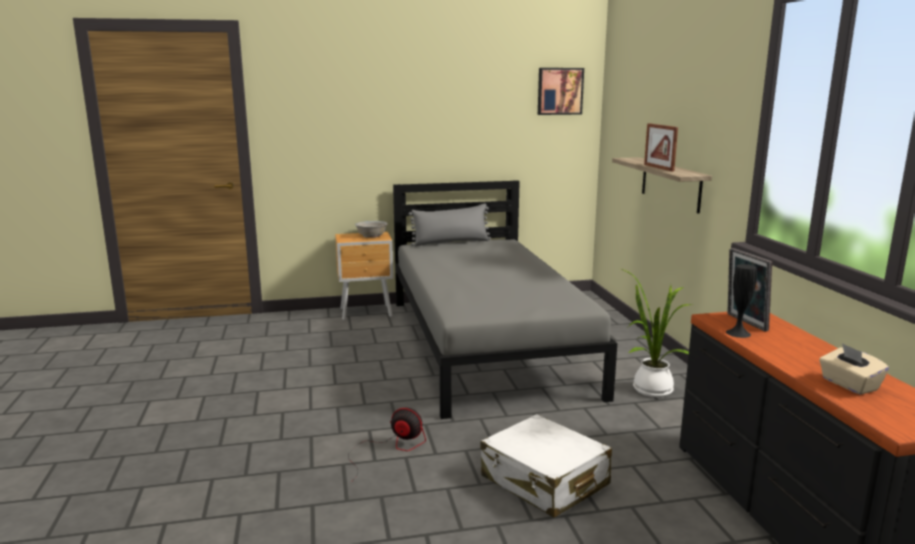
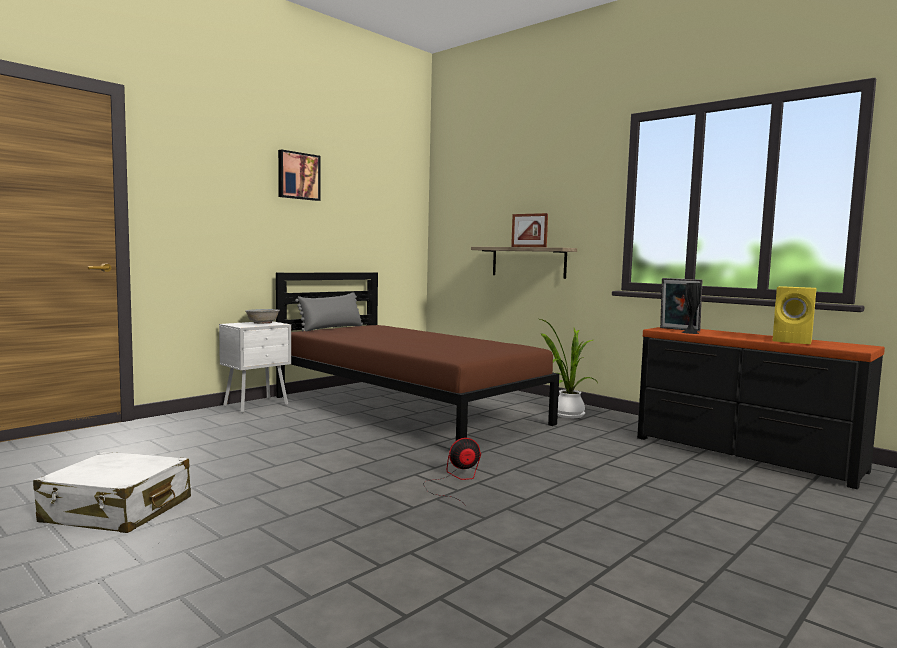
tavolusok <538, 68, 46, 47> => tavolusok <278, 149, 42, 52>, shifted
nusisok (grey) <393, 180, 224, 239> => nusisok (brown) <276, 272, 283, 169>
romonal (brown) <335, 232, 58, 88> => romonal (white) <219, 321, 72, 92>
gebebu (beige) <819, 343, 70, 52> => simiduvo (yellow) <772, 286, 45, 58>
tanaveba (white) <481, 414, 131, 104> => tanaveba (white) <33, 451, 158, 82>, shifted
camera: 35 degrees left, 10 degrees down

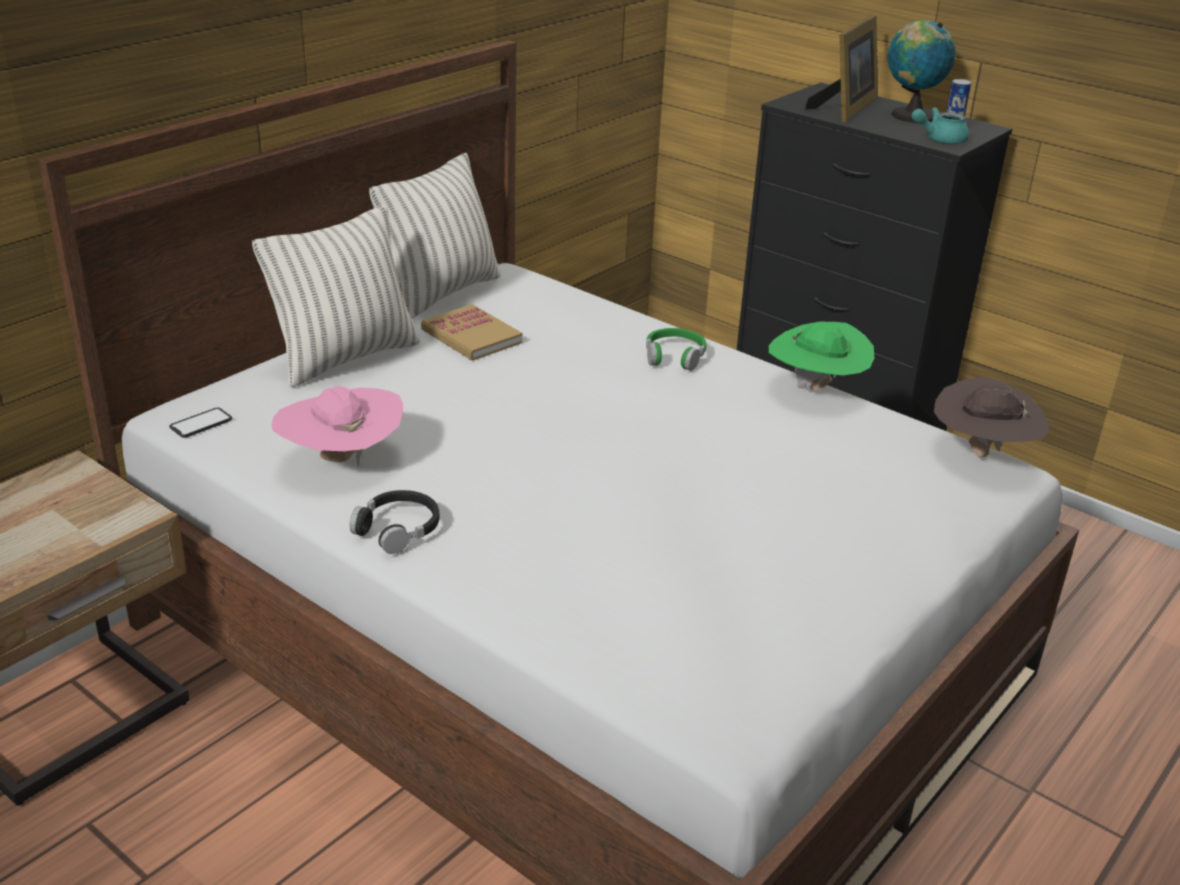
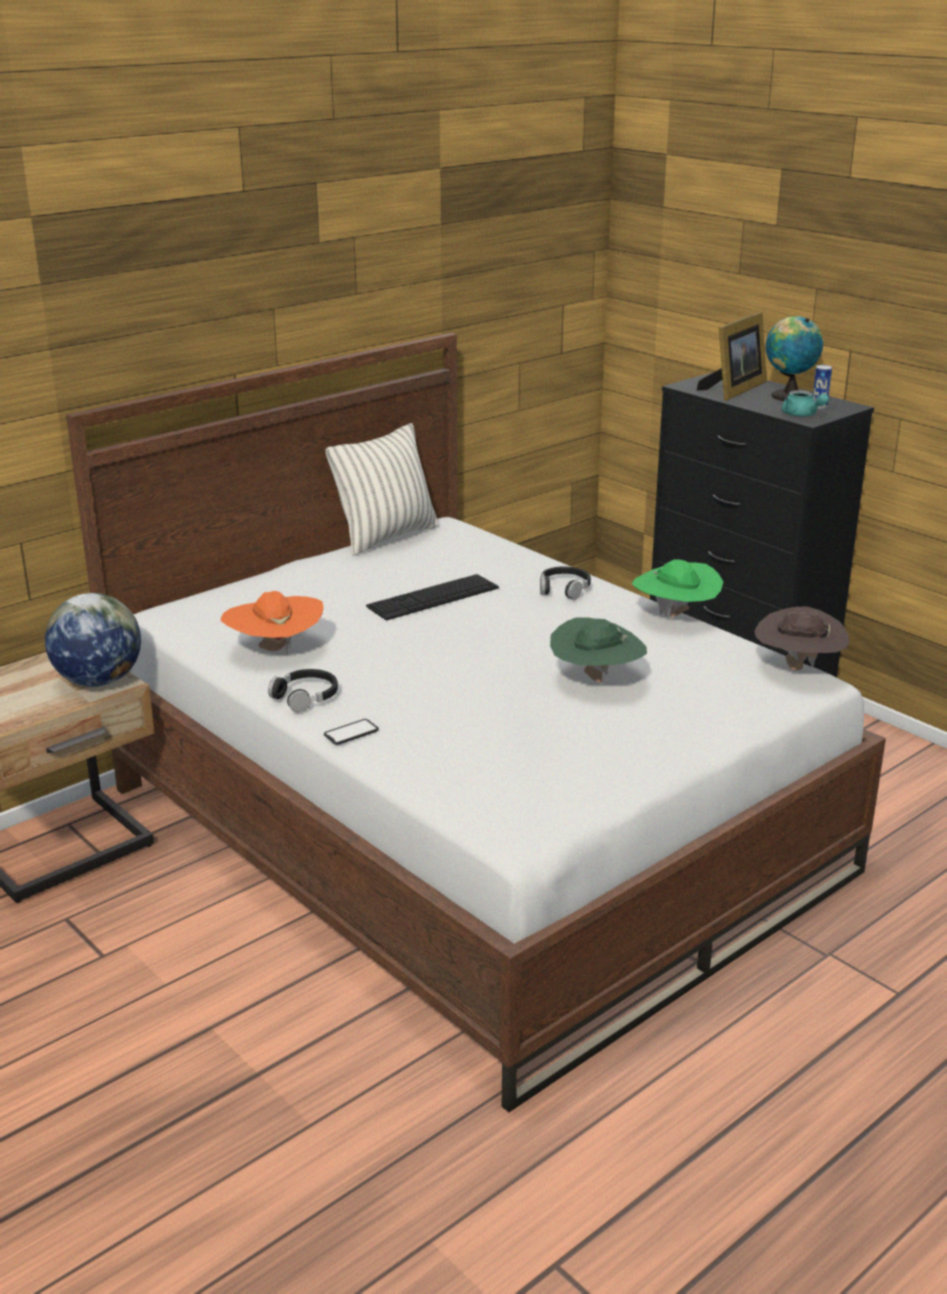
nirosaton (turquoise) <912, 107, 57, 37> => nirosaton (turquoise) <782, 390, 47, 27>, 120 degrees counterclockwise
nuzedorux <252, 205, 168, 182> => nothing
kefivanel <421, 304, 102, 57> => nothing
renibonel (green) <646, 328, 61, 43> => renibonel (black) <540, 566, 51, 34>
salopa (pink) <272, 386, 131, 80> => salopa (orange) <221, 591, 103, 64>
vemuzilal <169, 408, 63, 30> => vemuzilal <324, 719, 55, 26>, shifted
nothing => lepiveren <366, 574, 133, 46>
nothing => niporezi <45, 593, 96, 94>
nothing => salopa (green) <550, 617, 97, 66>
camera: 10 degrees right, 5 degrees down

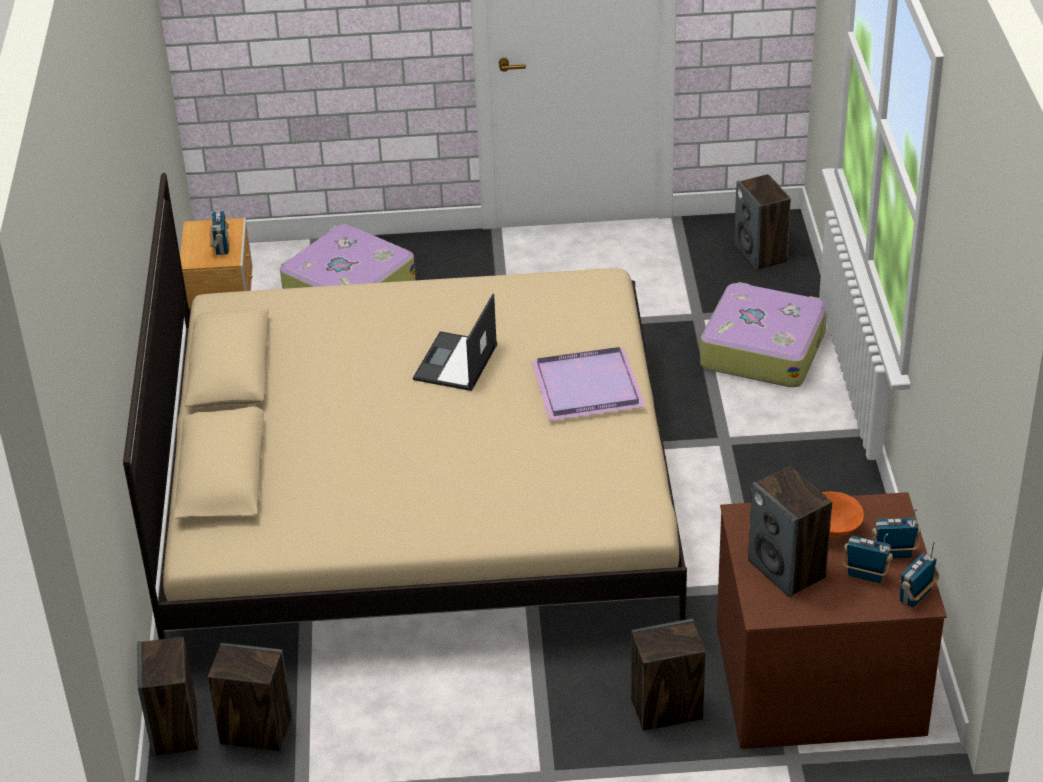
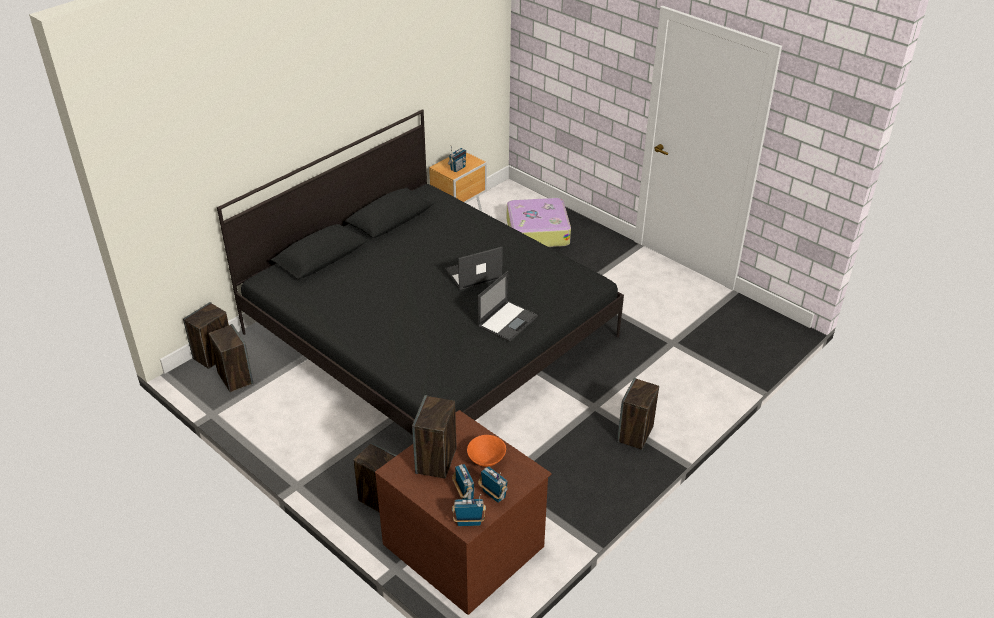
nusisok (beige) <123, 173, 564, 467> => nusisok (black) <217, 109, 407, 326>
simiduvo <734, 174, 57, 97> => simiduvo <617, 378, 42, 72>, shifted
tanaveba <700, 282, 127, 105> => nothing
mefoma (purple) <531, 347, 115, 74> => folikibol <478, 271, 60, 71>
camera: 45 degrees right, 0 degrees up

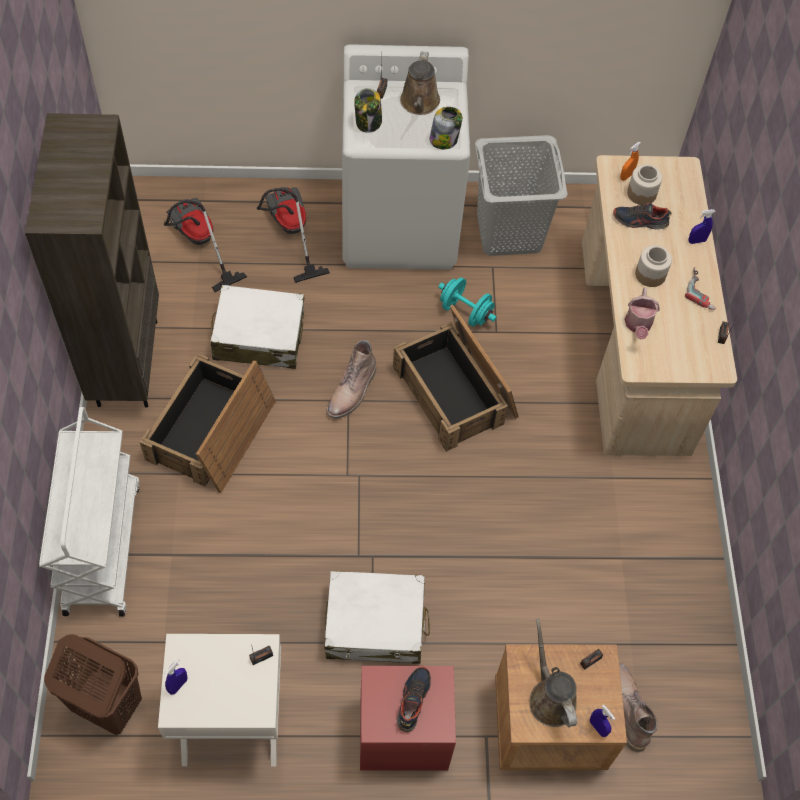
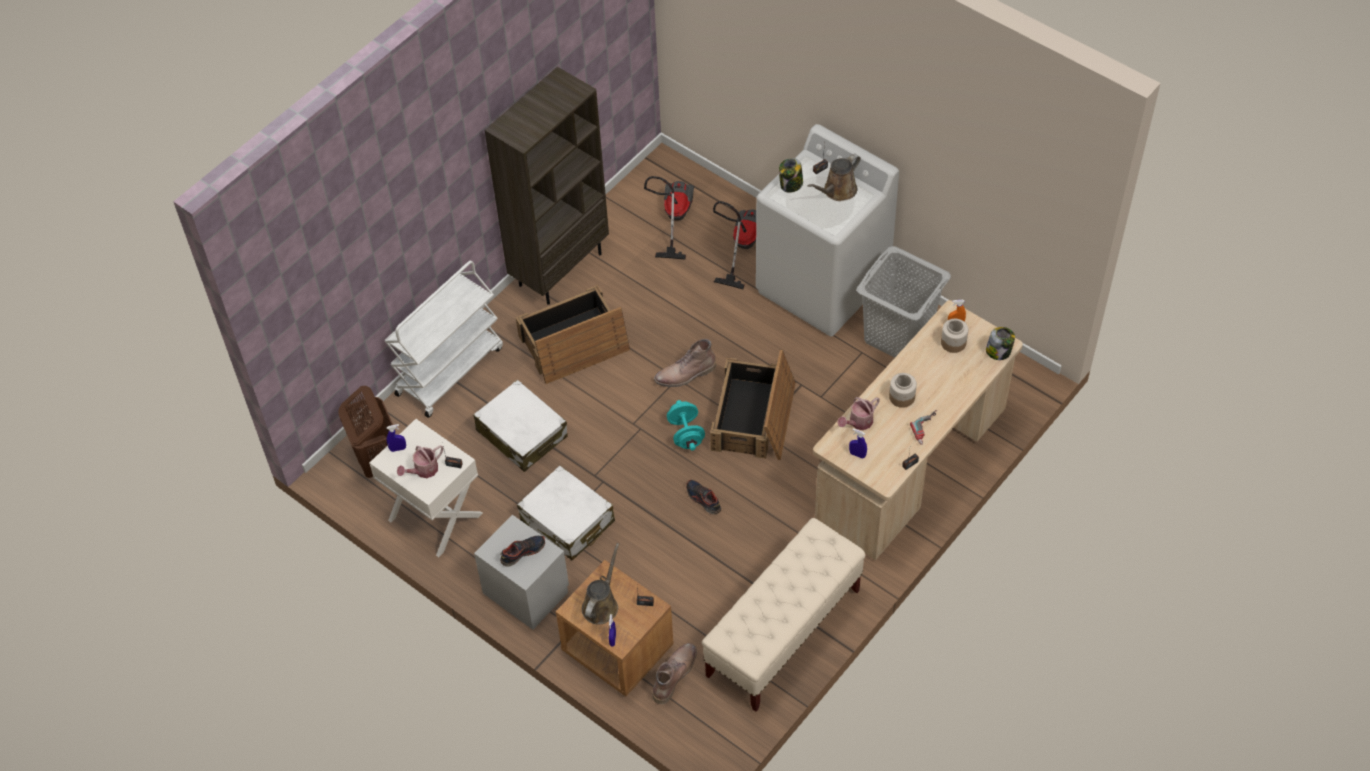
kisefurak <430, 107, 32, 42> => kisefurak <986, 327, 29, 33>, shifted
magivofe <613, 203, 59, 26> => magivofe <686, 480, 35, 34>, shifted
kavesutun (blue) <688, 209, 27, 35> => kavesutun (blue) <849, 428, 18, 31>, shifted
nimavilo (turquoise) <438, 277, 59, 50> => nimavilo (turquoise) <667, 400, 38, 50>, shifted
tanaveba (white) <211, 285, 93, 84> => tanaveba (white) <474, 380, 93, 92>, shifted
romonal (red) <360, 666, 96, 104> => romonal (grey) <474, 515, 95, 115>
nothing => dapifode <397, 445, 47, 33>
nothing => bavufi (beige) <702, 518, 163, 194>
camera: 45 degrees right, 5 degrees down

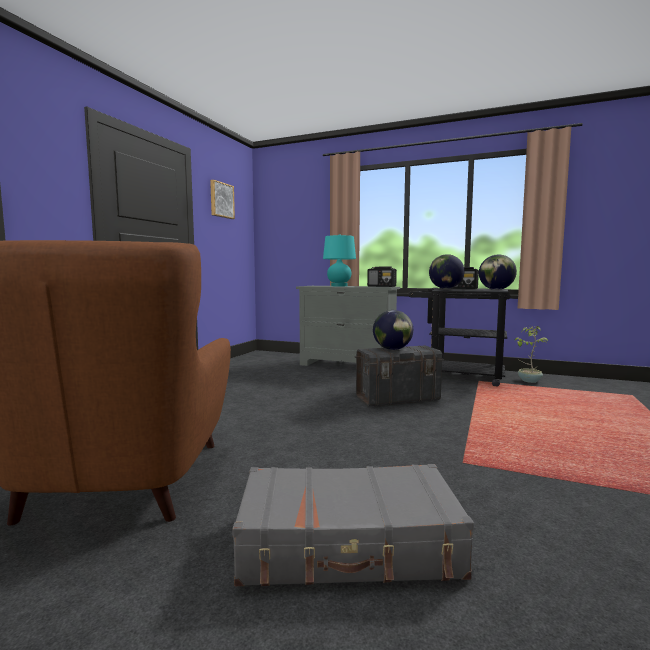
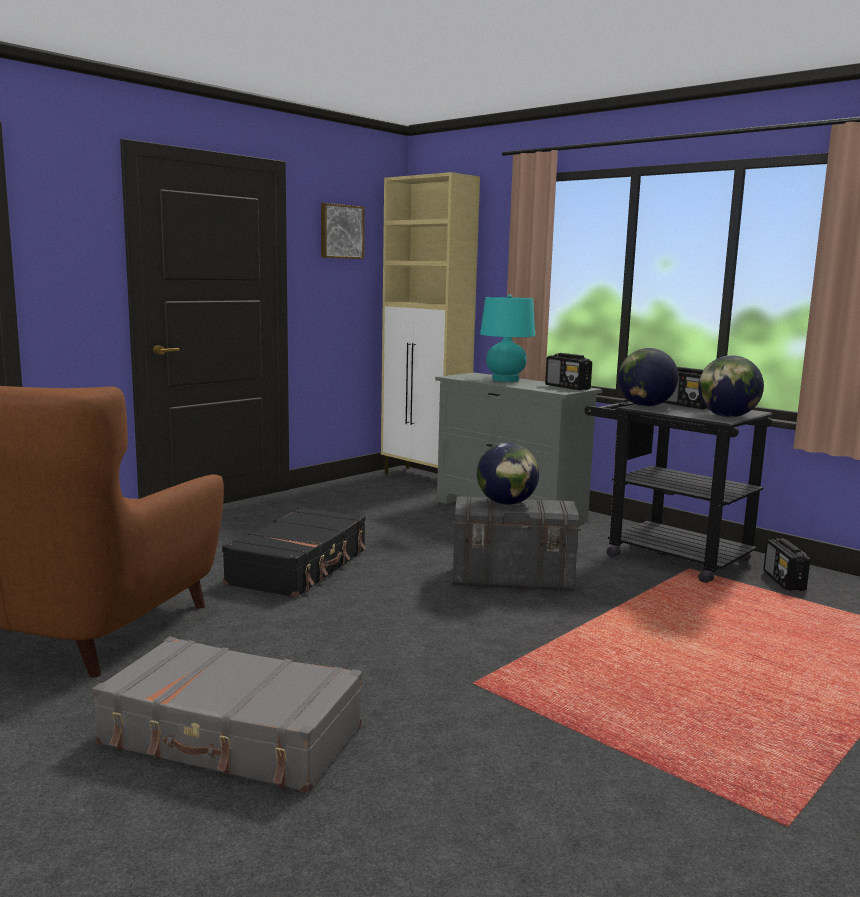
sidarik <515, 325, 33, 58> => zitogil <763, 539, 47, 52>
nothing => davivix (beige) <381, 172, 99, 302>
nothing => tanaveba (black) <222, 507, 144, 91>
camera: 20 degrees right, 5 degrees up

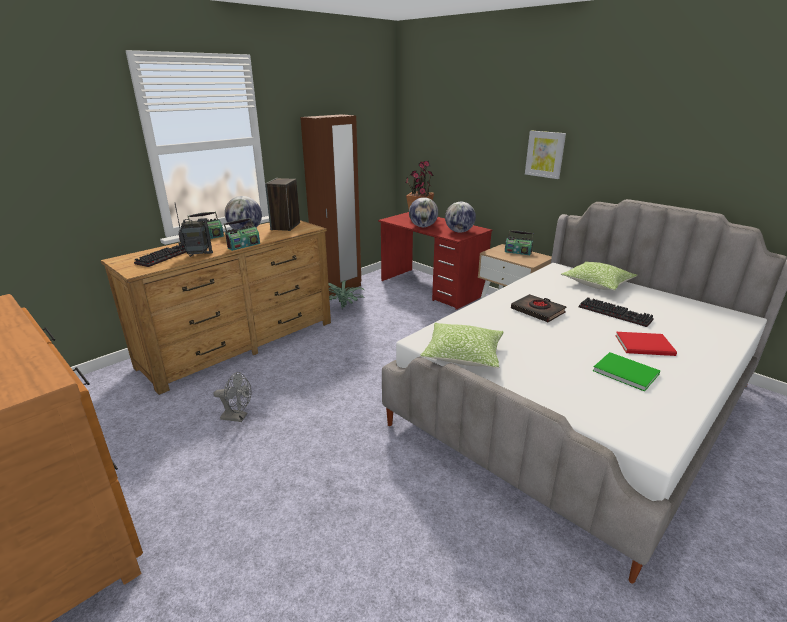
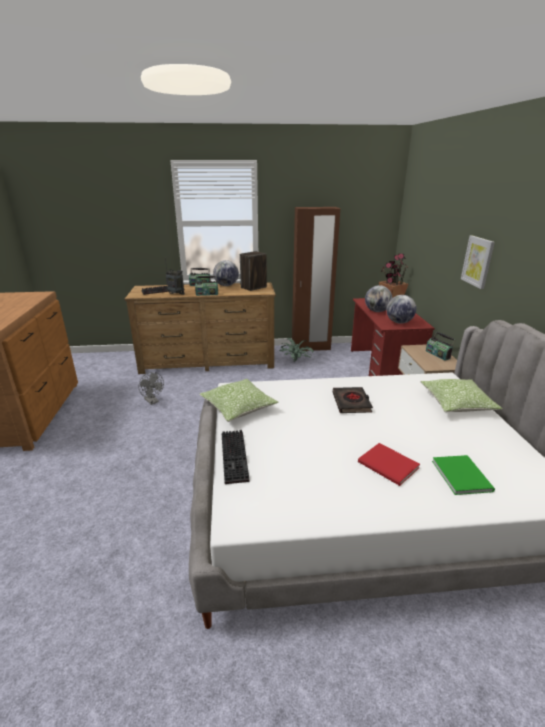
lepiveren <579, 297, 75, 30> => lepiveren <222, 430, 28, 54>, shifted
kefivanel (green) <593, 352, 67, 39> => kefivanel (green) <432, 455, 63, 40>, shifted
camera: 40 degrees right, 0 degrees up

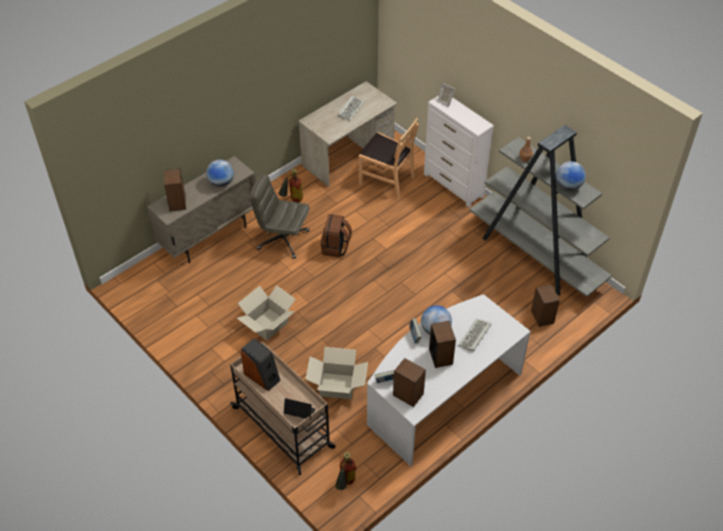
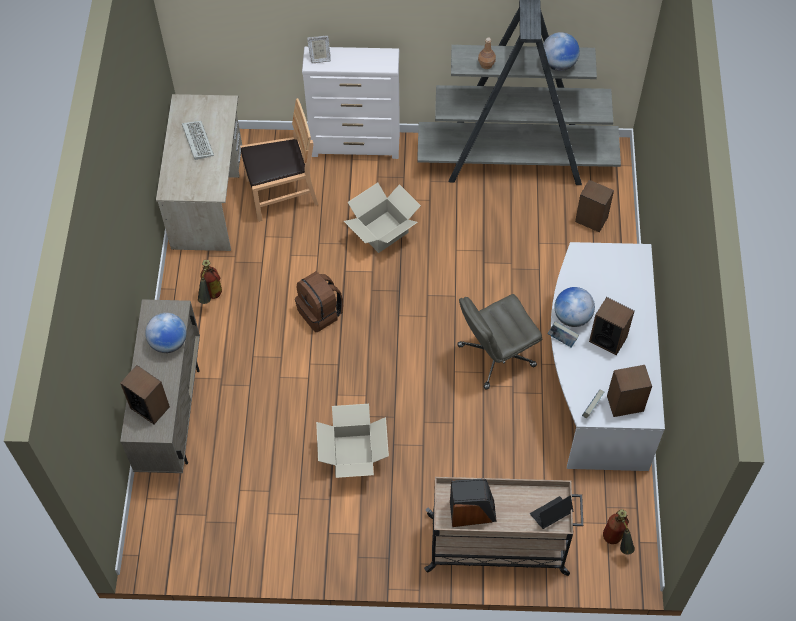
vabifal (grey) <250, 173, 60, 86> => vabifal (grey) <457, 294, 85, 96>, shifted
lepiveren <458, 319, 34, 33> => nothing
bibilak <305, 347, 63, 52> => bibilak <344, 182, 77, 71>, shifted
camera: 45 degrees left, 10 degrees up

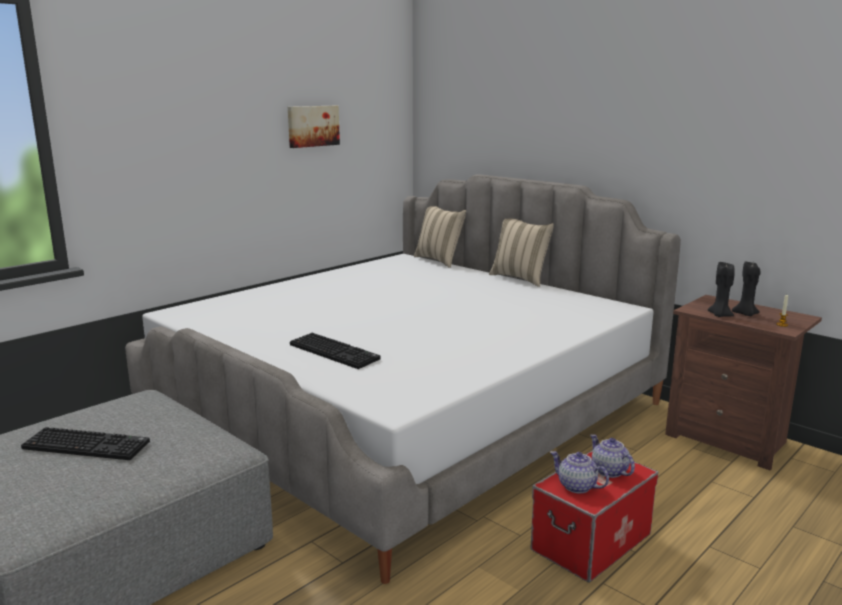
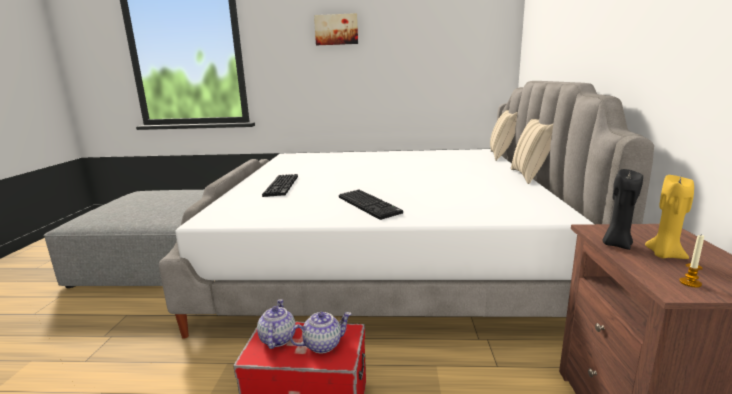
tavolusok <288, 106, 52, 42> => tavolusok <314, 13, 44, 32>, shifted
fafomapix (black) <732, 262, 29, 54> => fafomapix (yellow) <645, 174, 49, 85>
lepiveren <21, 427, 129, 33> => lepiveren <339, 190, 64, 30>, shifted
nirosaton <590, 434, 45, 44> => nirosaton <290, 312, 61, 41>, 45 degrees clockwise
camera: 50 degrees right, 0 degrees up

